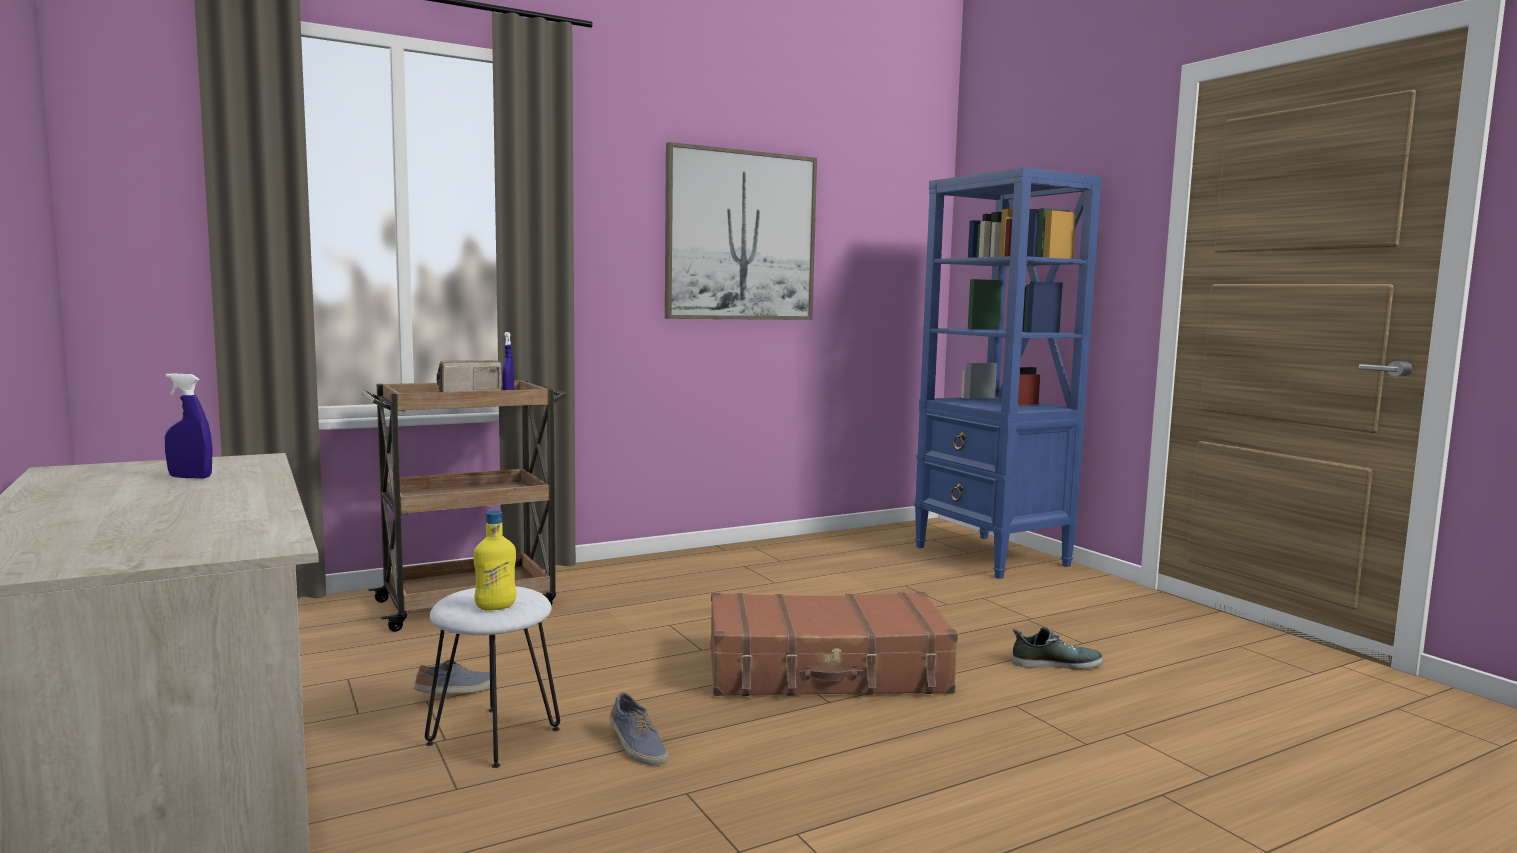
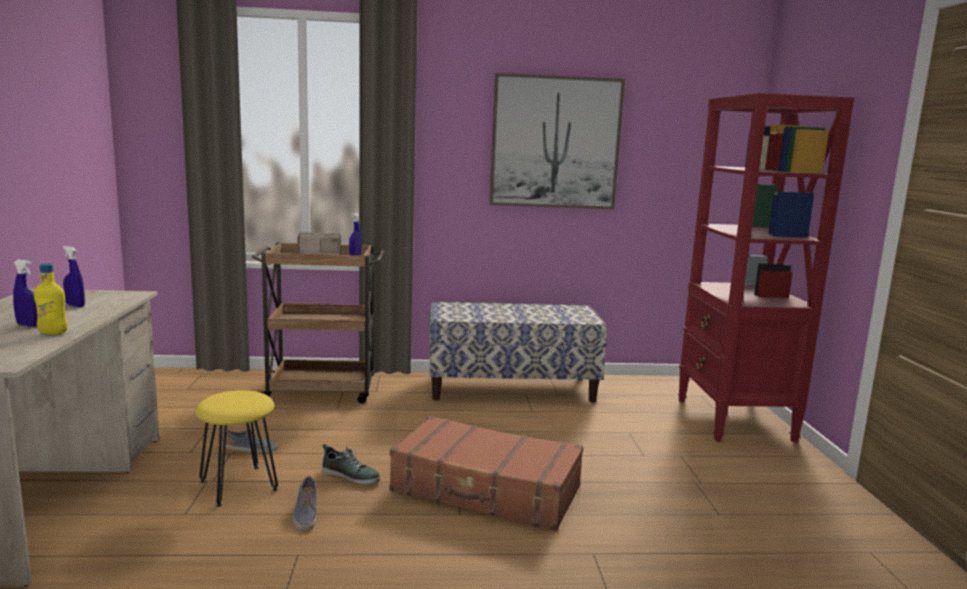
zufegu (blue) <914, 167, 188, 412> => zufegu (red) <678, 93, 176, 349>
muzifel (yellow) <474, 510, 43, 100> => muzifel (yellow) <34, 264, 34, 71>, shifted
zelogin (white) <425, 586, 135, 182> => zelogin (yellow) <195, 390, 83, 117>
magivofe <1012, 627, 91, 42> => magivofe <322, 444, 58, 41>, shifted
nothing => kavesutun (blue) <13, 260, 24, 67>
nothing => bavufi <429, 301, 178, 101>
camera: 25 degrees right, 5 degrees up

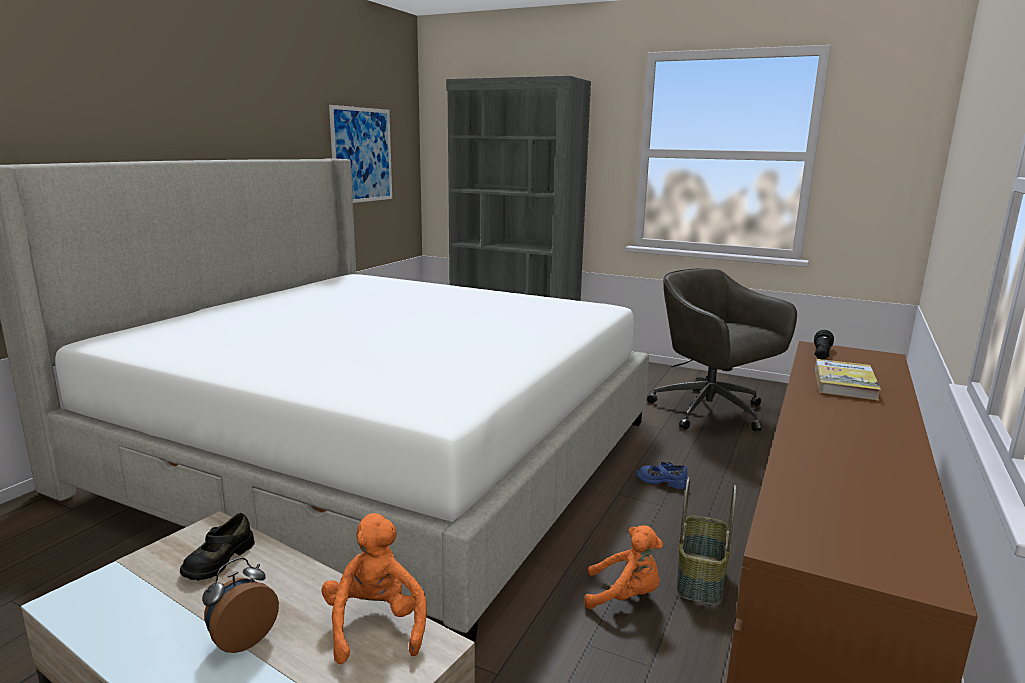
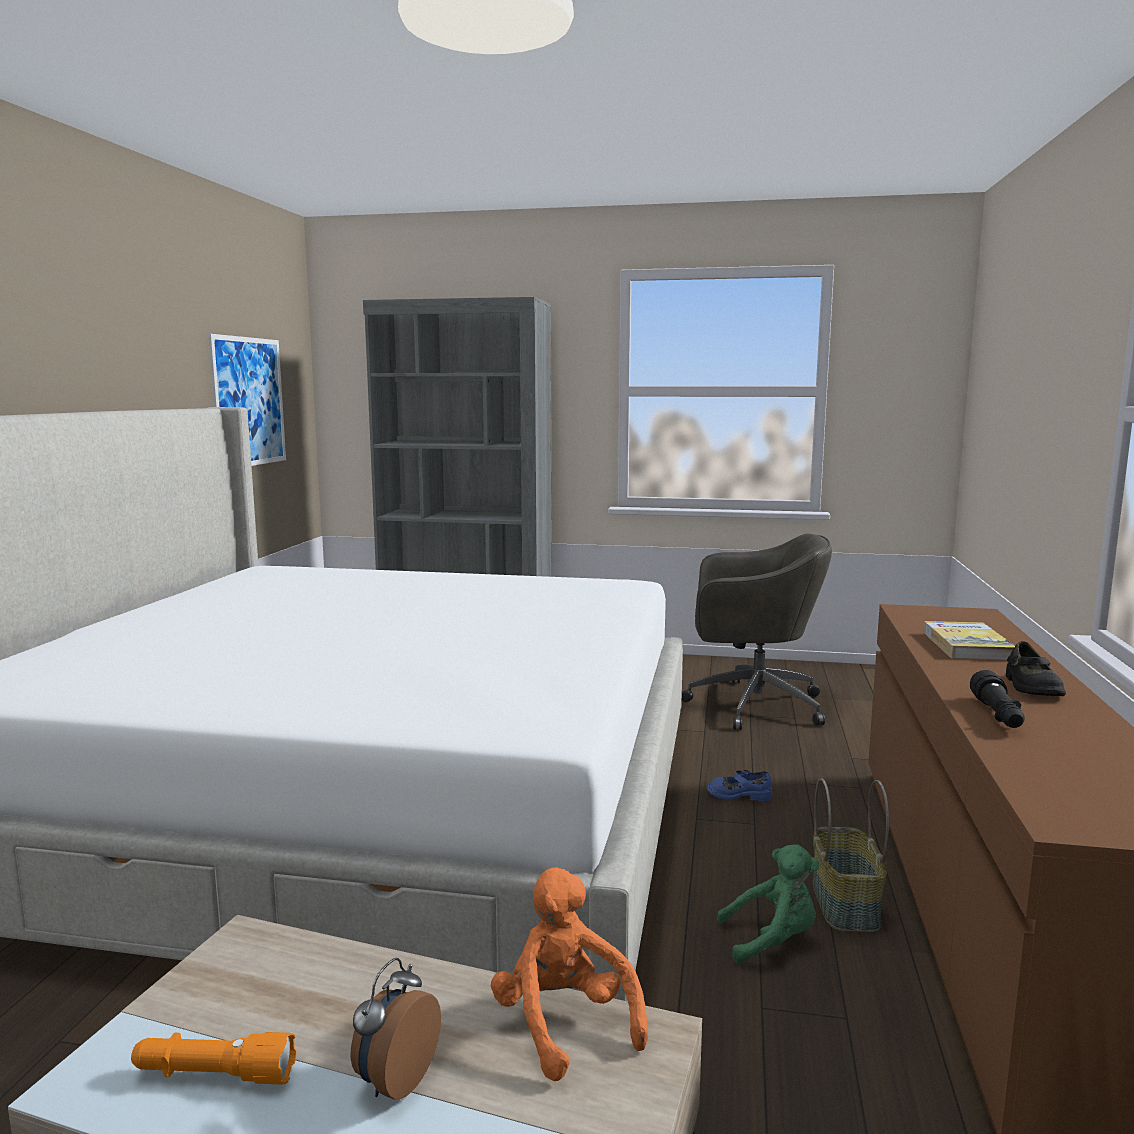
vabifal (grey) <647, 268, 150, 163> => vabifal (grey) <682, 533, 150, 197>, 150 degrees clockwise
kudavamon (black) <814, 330, 20, 29> => kudavamon (black) <970, 670, 55, 58>, shifted
magivofe (black) <180, 513, 75, 68> => magivofe (black) <1006, 641, 60, 55>, shifted
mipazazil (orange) <584, 525, 79, 84> => mipazazil (green) <717, 844, 102, 120>
nothing => kudavamon (orange) <131, 1032, 166, 53>
camera: 15 degrees left, 5 degrees down

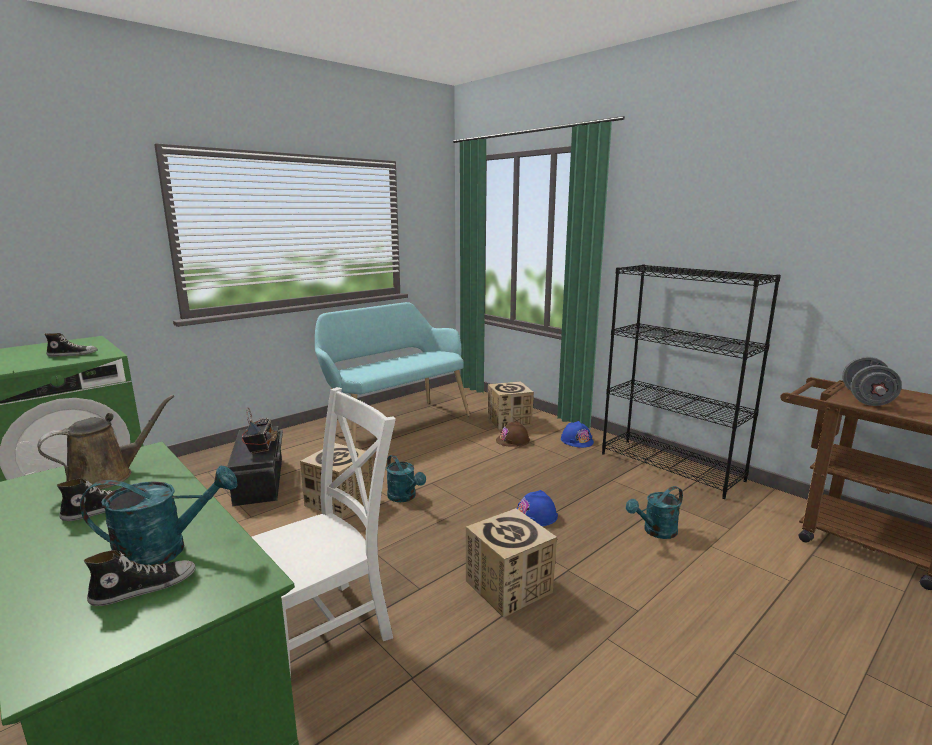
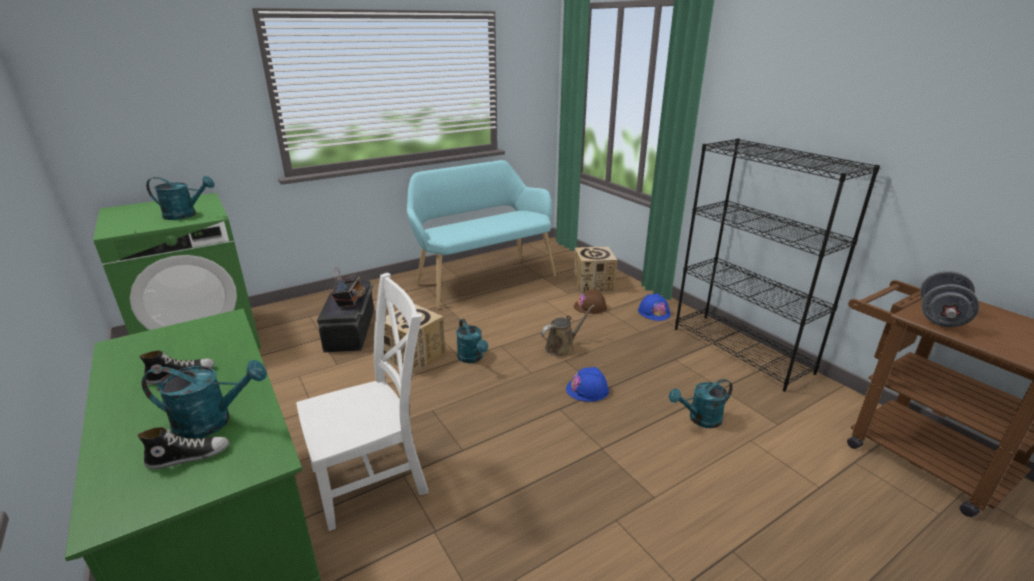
magivofe <45, 333, 53, 24> => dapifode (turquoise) <146, 176, 69, 44>
dapifode (brown) <37, 395, 138, 94> => dapifode (brown) <541, 305, 54, 51>, shifted
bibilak <466, 508, 91, 110> => nothing
camera: 10 degrees right, 10 degrees up

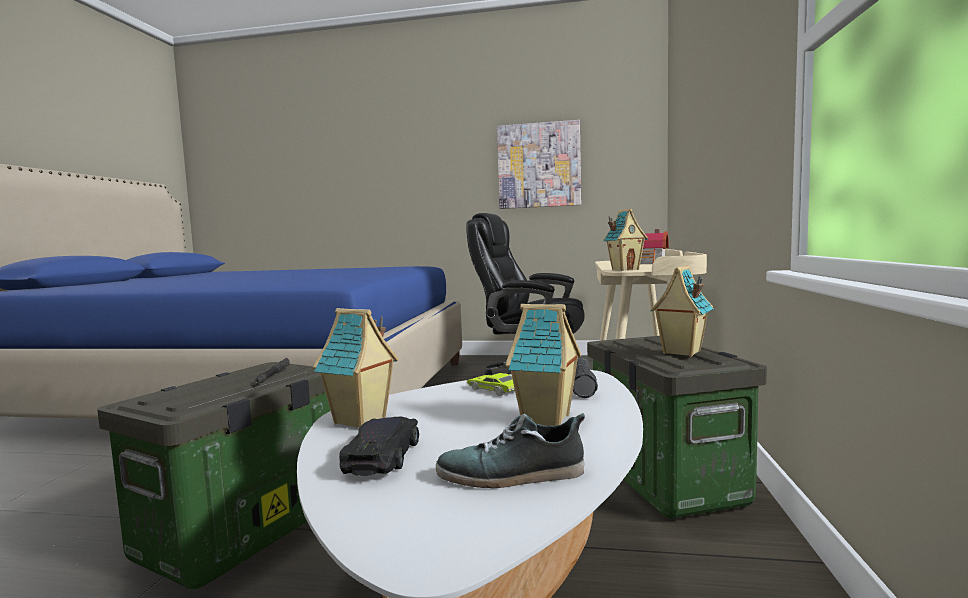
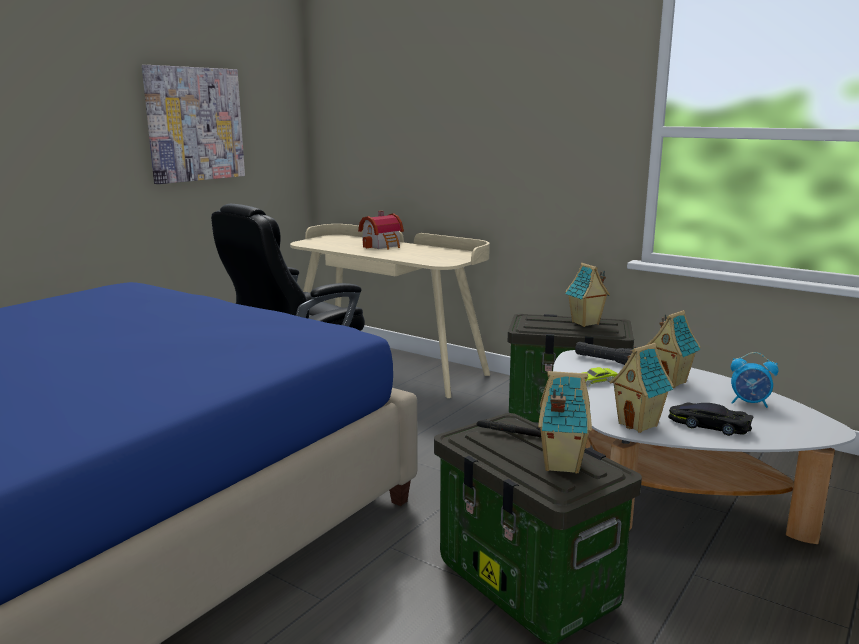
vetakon <603, 209, 45, 62> => vetakon <538, 371, 54, 103>, shifted
magivofe <436, 413, 149, 75> => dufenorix <731, 352, 47, 56>
camera: 65 degrees left, 10 degrees up

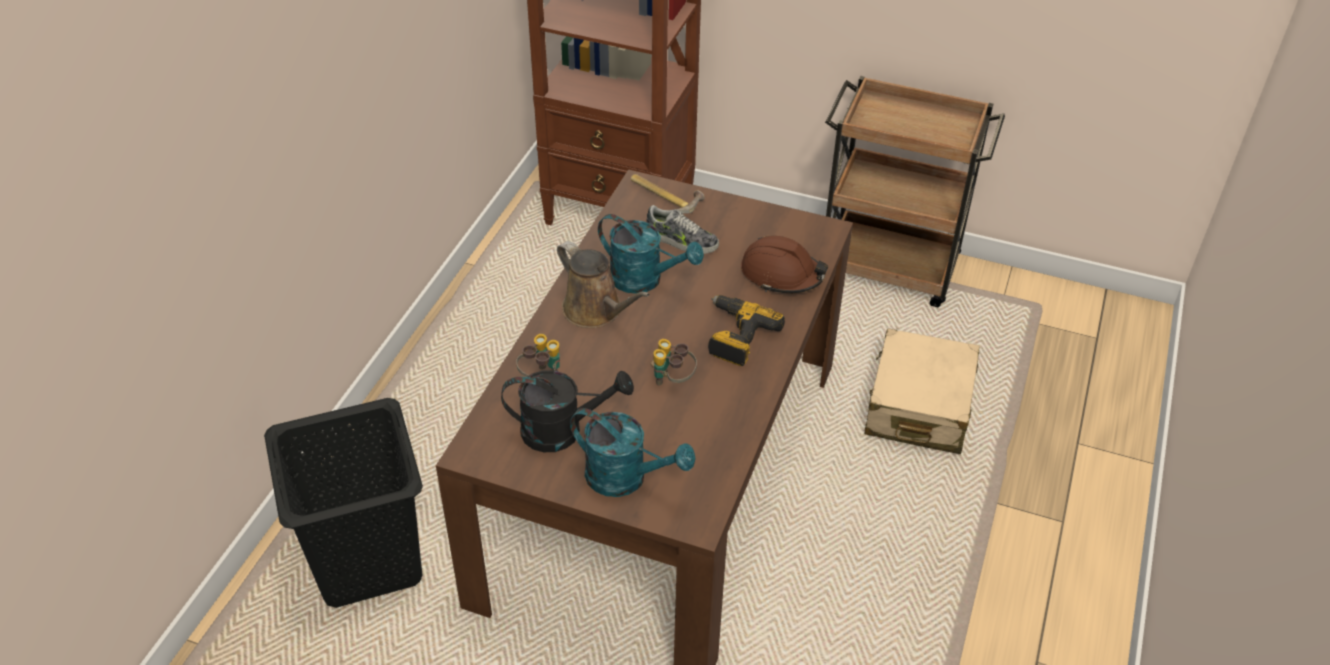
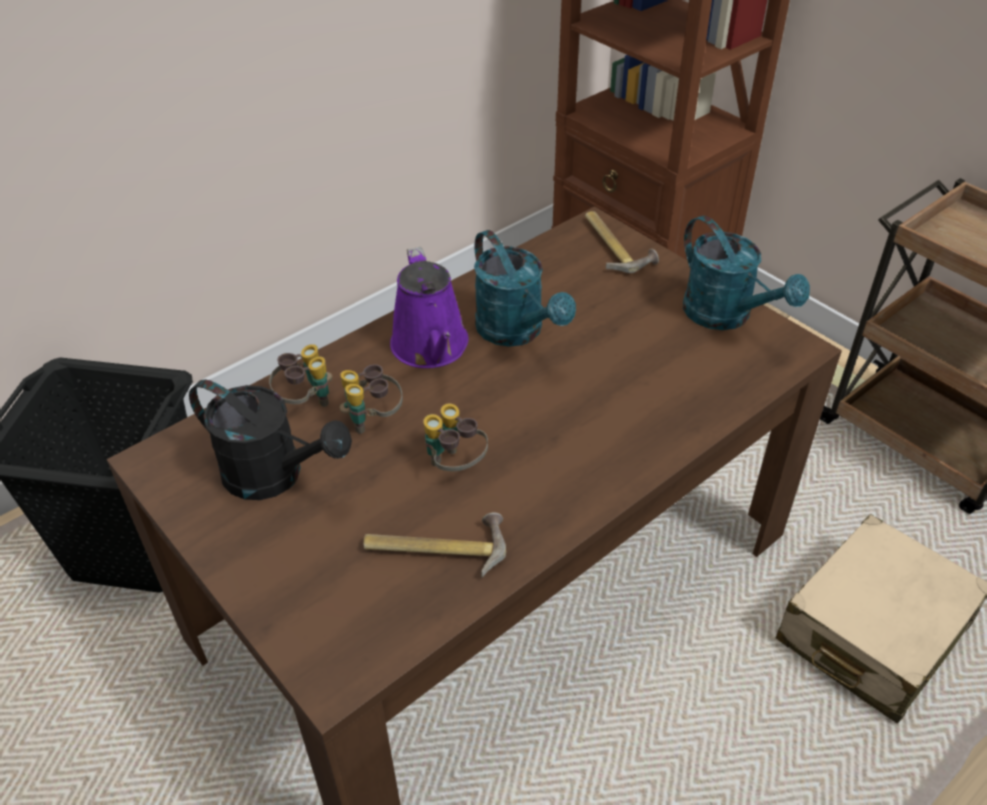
magivofe <646, 205, 73, 49> => nothing
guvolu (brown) <741, 236, 87, 57> => nothing
dapifode (brown) <557, 241, 93, 87> => dapifode (purple) <390, 247, 79, 121>
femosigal <708, 295, 77, 71> => nothing
dapifode (turquoise) <570, 408, 126, 89> => dapifode (turquoise) <683, 216, 127, 114>, shifted
nothing => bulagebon <339, 364, 64, 70>
nothing => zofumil <364, 513, 142, 65>
camera: 30 degrees right, 0 degrees up

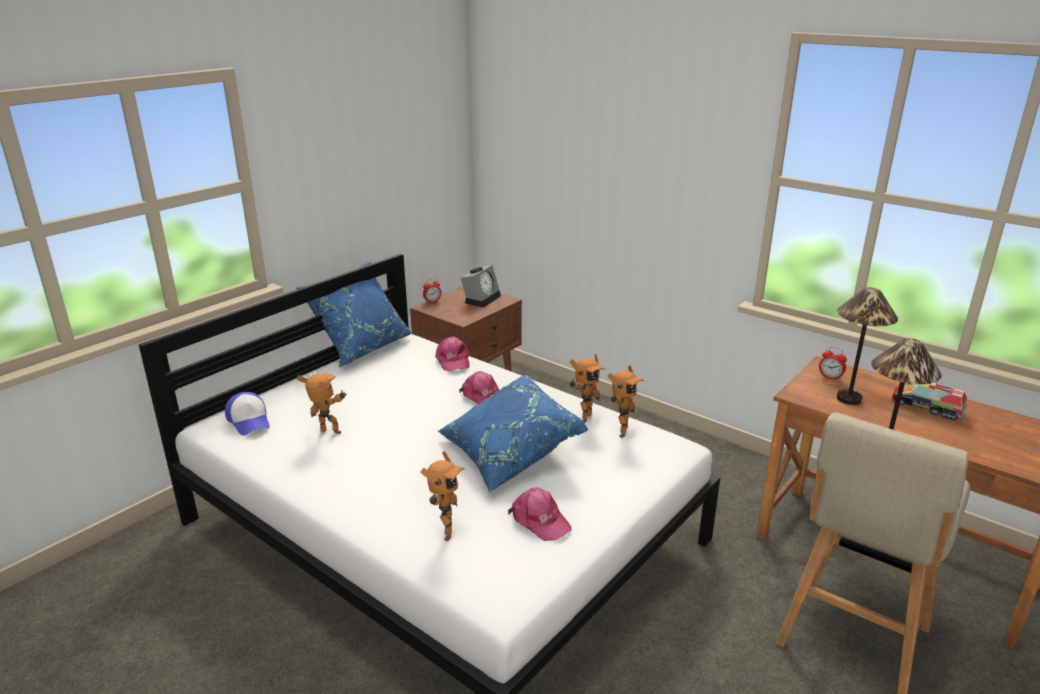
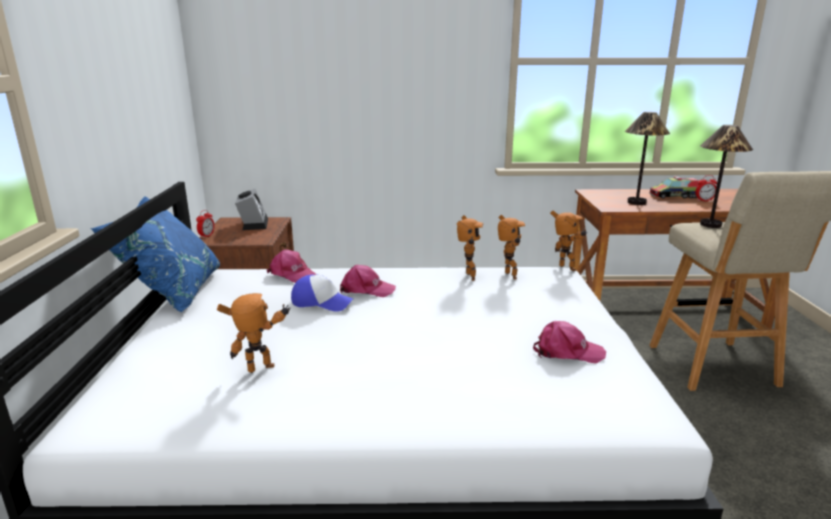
dufenorix <819, 347, 28, 34> => dufenorix <695, 175, 22, 26>, shifted
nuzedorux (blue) <438, 375, 150, 118> => nothing
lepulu <225, 392, 45, 44> => lepulu <291, 275, 63, 37>, shifted
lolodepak <420, 451, 44, 90> => lolodepak <550, 210, 36, 61>, shifted
camera: 40 degrees left, 5 degrees down

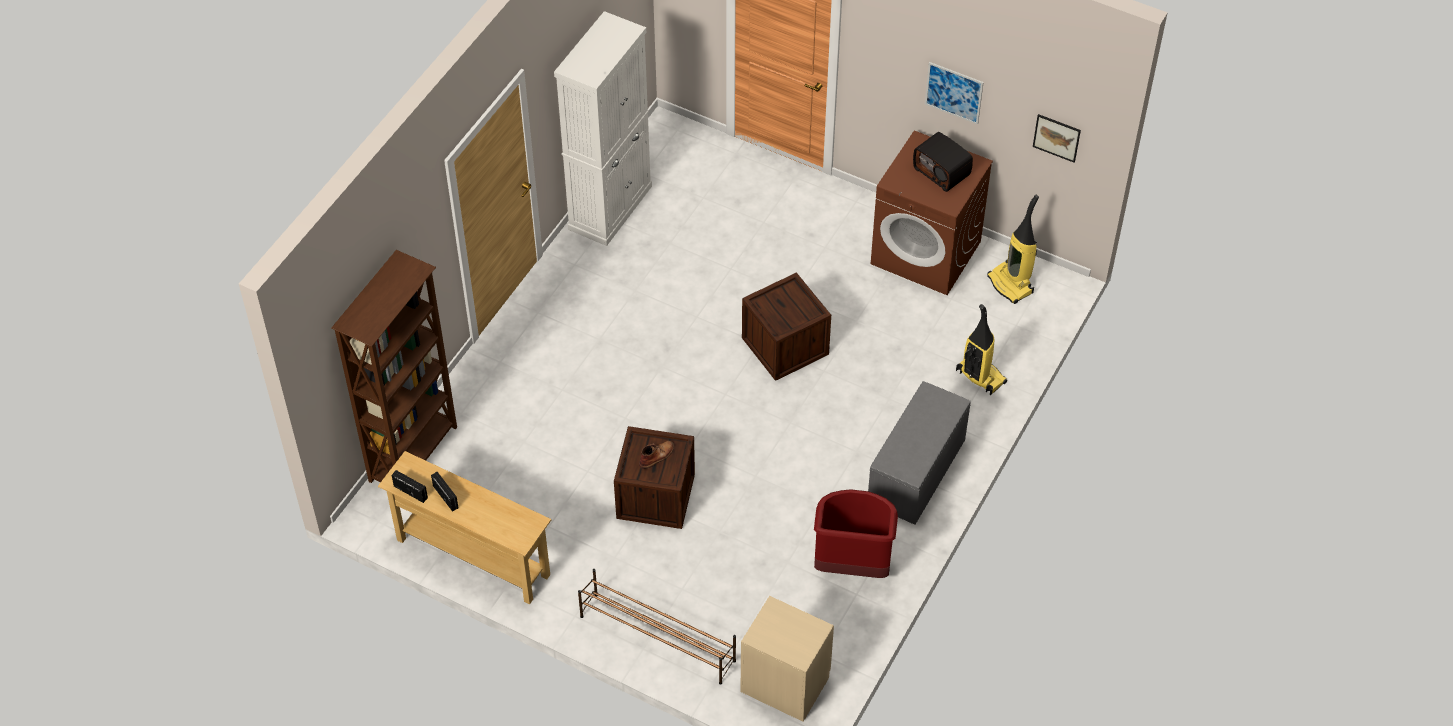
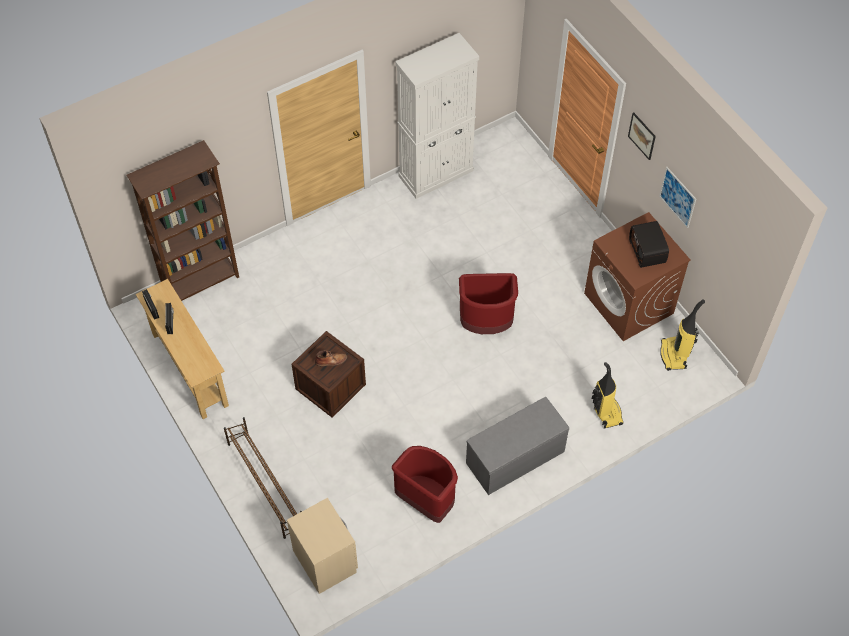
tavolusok <1033, 114, 48, 48> => tavolusok <628, 112, 28, 48>, shifted
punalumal <742, 272, 89, 109> => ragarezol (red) <459, 273, 59, 61>
camera: 30 degrees right, 5 degrees up

